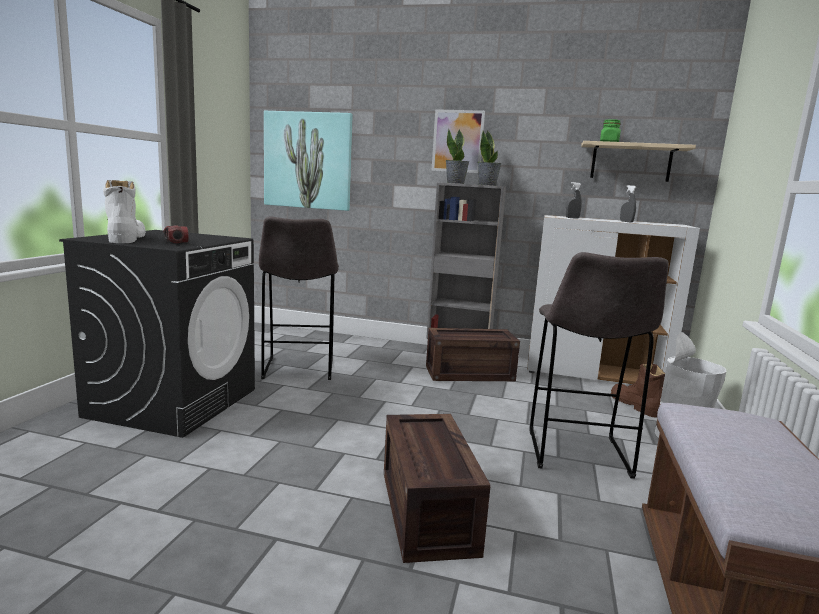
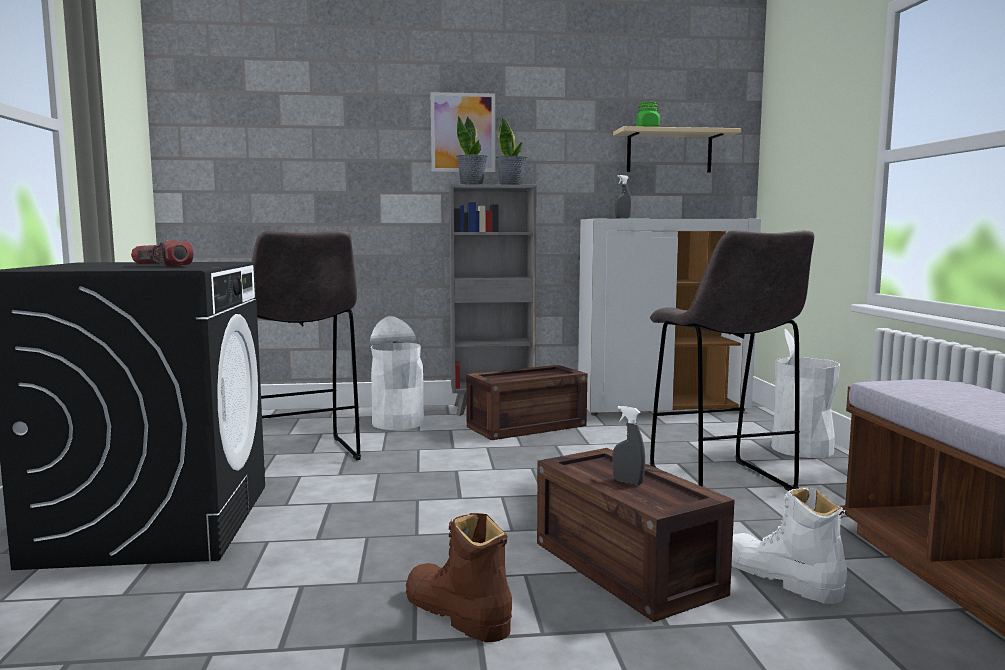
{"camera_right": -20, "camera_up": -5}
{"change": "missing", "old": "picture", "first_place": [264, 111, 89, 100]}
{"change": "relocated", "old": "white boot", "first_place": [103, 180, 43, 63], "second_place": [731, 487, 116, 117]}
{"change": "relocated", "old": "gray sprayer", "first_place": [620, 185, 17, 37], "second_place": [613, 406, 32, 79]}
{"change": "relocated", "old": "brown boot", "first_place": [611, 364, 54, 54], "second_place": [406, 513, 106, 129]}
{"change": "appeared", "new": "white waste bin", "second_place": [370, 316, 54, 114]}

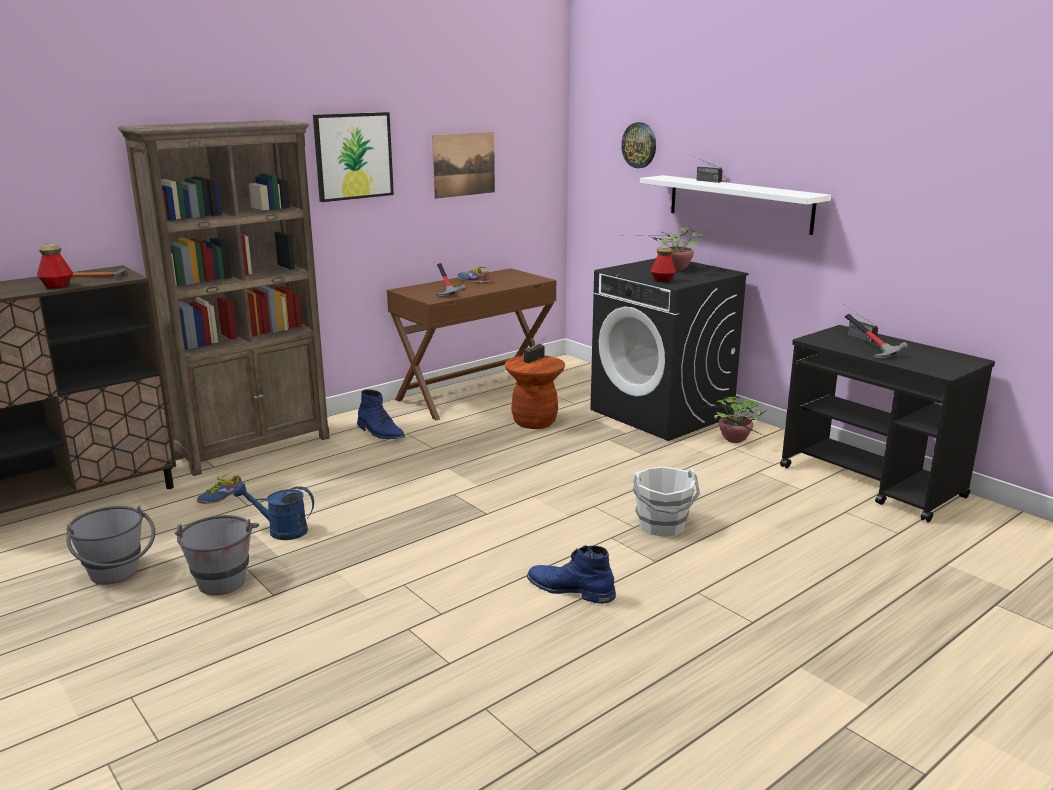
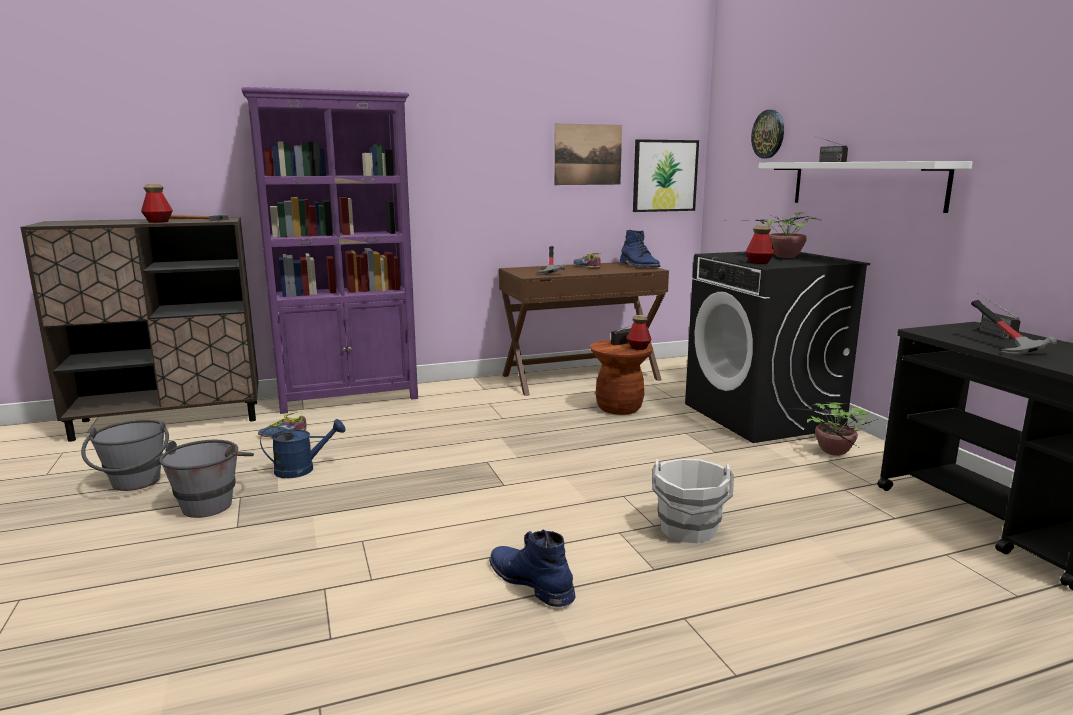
{"camera_right": 20, "camera_up": -5}
{"change": "relocated", "old": "picture", "first_place": [313, 112, 81, 90], "second_place": [633, 139, 66, 73]}
{"change": "colour", "old": "brown shelving unit", "new": "purple shelving unit", "first_place": [118, 120, 212, 356], "second_place": [241, 87, 177, 327]}
{"change": "relocated", "old": "blue boot", "first_place": [357, 389, 48, 50], "second_place": [620, 230, 40, 37]}
{"change": "spun", "old": "blue watering pot", "first_place": [234, 483, 80, 57], "second_place": [260, 419, 86, 59], "degrees": 135}
{"change": "appeared", "new": "bottle", "second_place": [627, 315, 25, 35]}

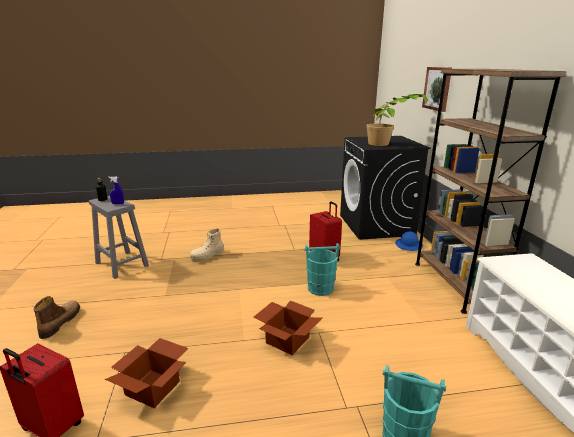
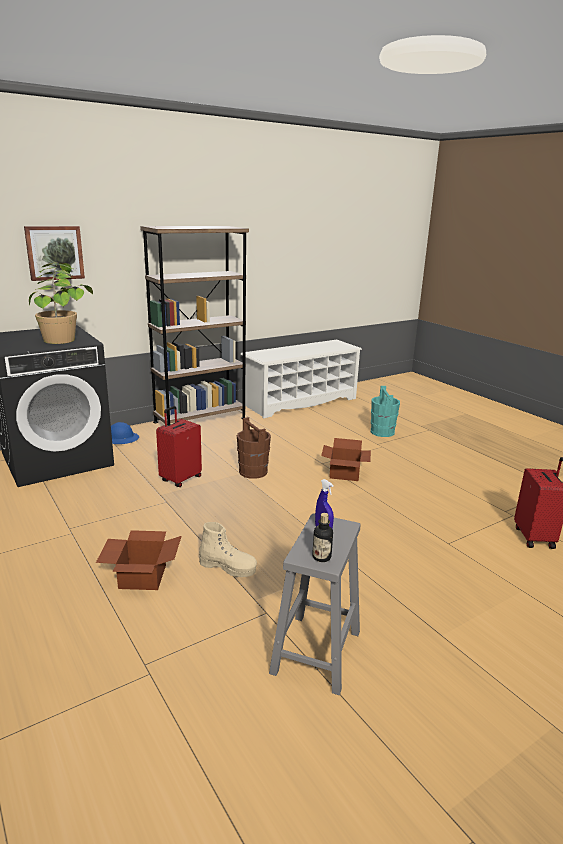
{"camera_right": -115, "camera_up": 0}
{"change": "colour", "old": "blue-green pail", "new": "brown pail", "first_place": [305, 243, 35, 53], "second_place": [237, 417, 34, 62]}
{"change": "missing", "old": "boot", "first_place": [34, 296, 46, 43]}
{"change": "relocated", "old": "cardboard box", "first_place": [105, 338, 83, 70], "second_place": [96, 530, 85, 60]}

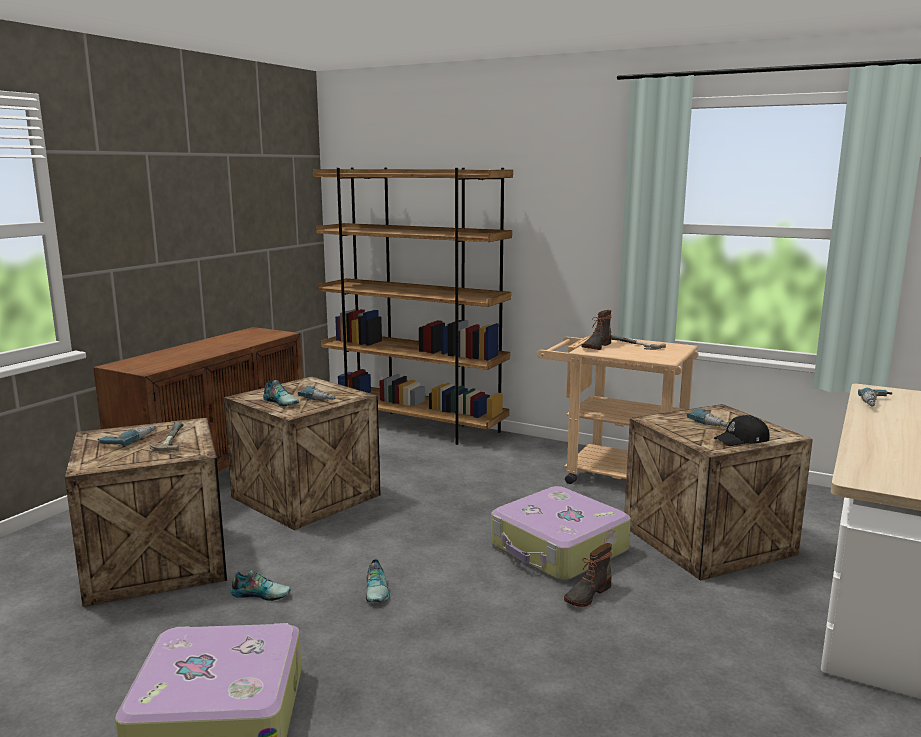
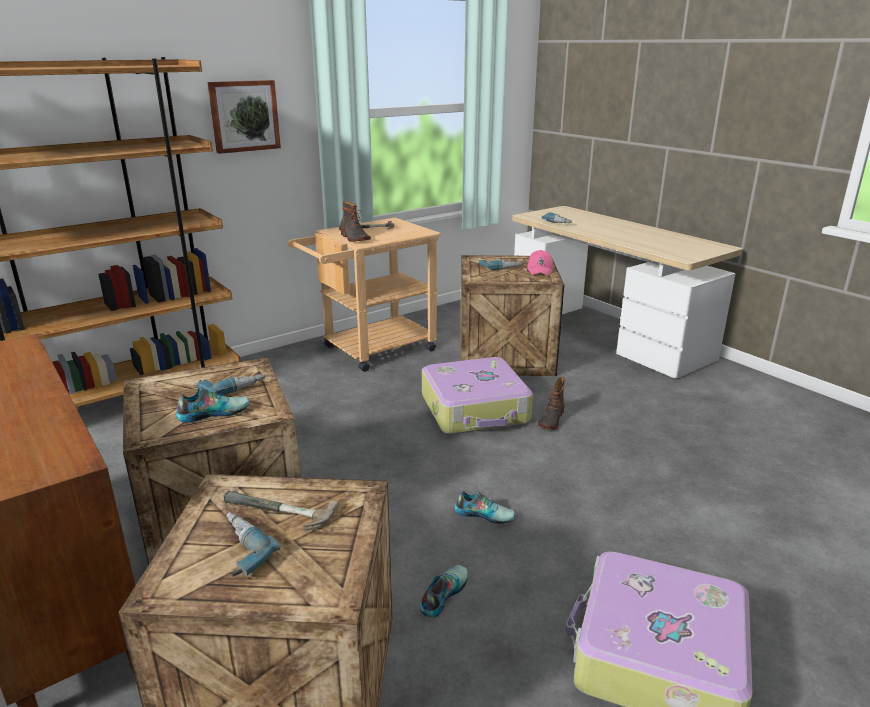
{"camera_right": -65, "camera_up": 10}
{"change": "colour", "old": "black-coloured peaked cap", "new": "pink-coloured peaked cap", "first_place": [714, 415, 56, 31], "second_place": [527, 250, 26, 25]}
{"change": "spun", "old": "boot", "first_place": [564, 543, 48, 64], "second_place": [538, 377, 27, 53], "degrees": 45}
{"change": "appeared", "new": "picture", "second_place": [208, 80, 73, 74]}

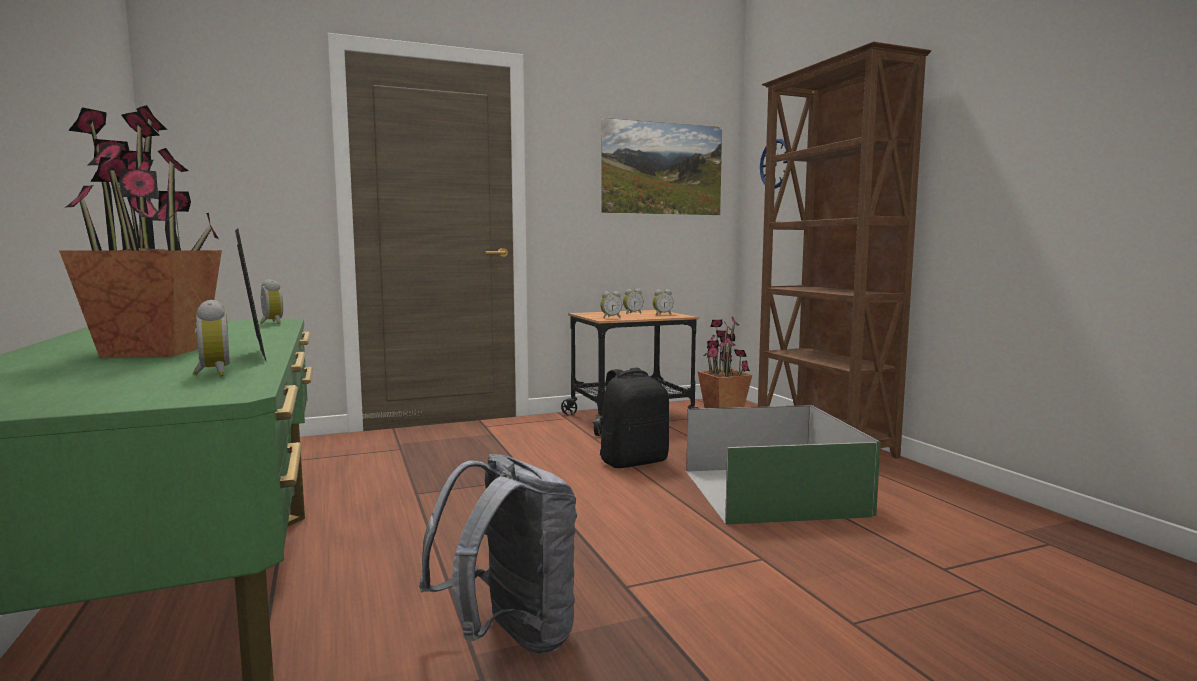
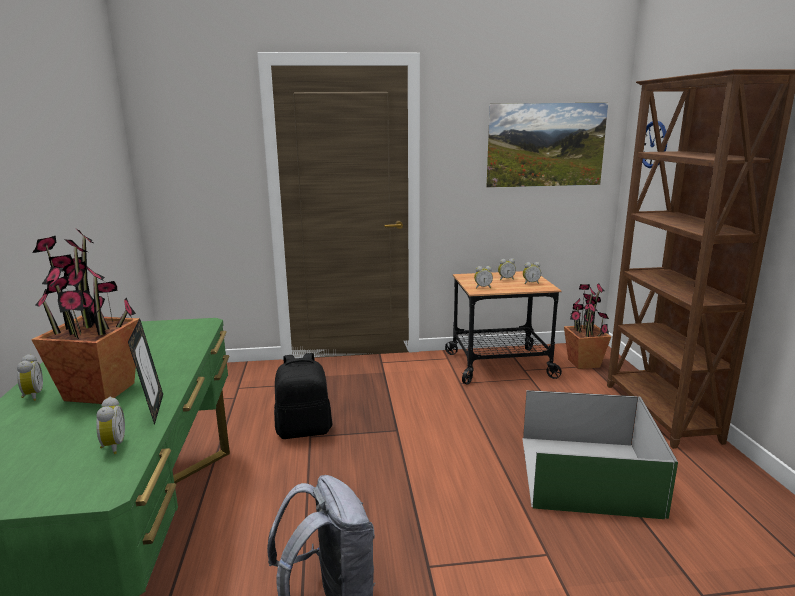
{"camera_right": 15, "camera_up": 10}
{"change": "relocated", "old": "table clock", "first_place": [260, 279, 23, 45], "second_place": [17, 354, 26, 47]}
{"change": "relocated", "old": "black-coloured backpack", "first_place": [600, 368, 69, 100], "second_place": [274, 353, 58, 86]}

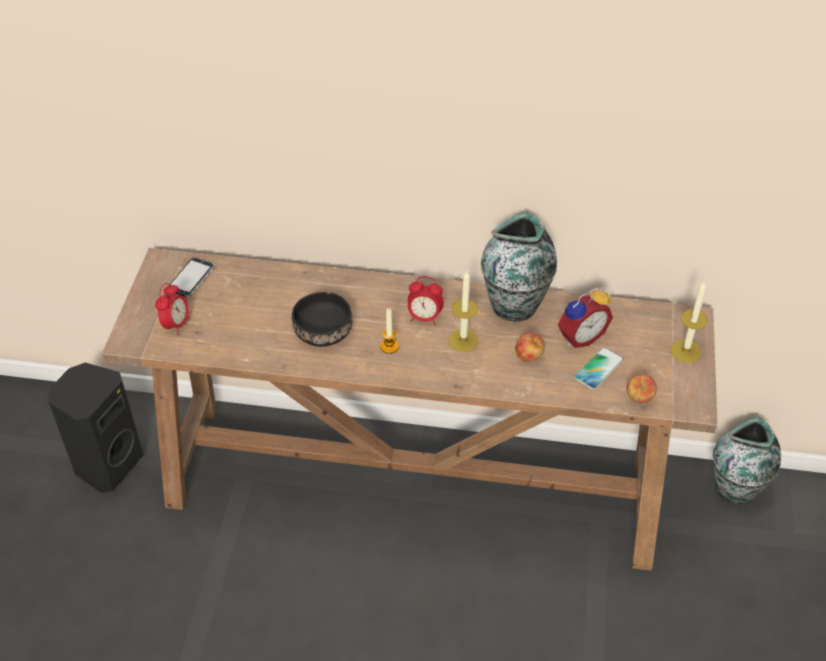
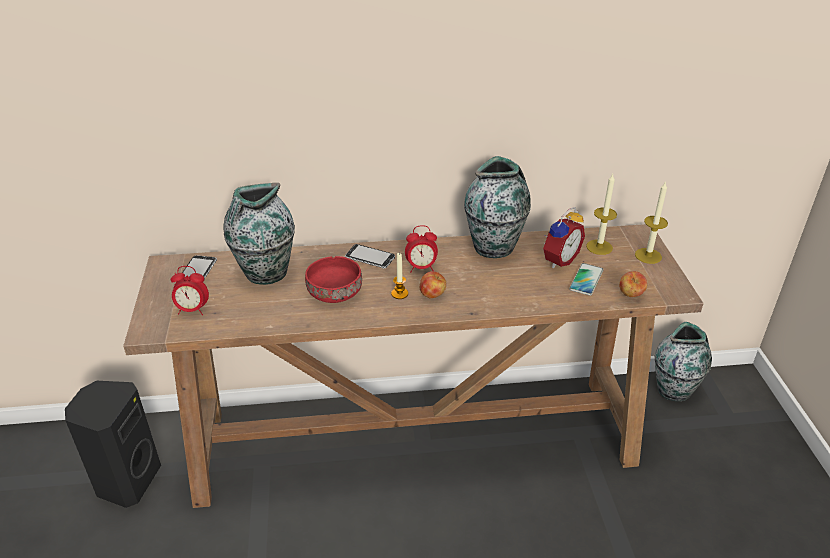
{"camera_right": -15, "camera_up": -10}
{"change": "relocated", "old": "candle", "first_place": [448, 271, 31, 81], "second_place": [586, 174, 31, 81]}
{"change": "spun", "old": "table clock", "first_place": [155, 283, 35, 52], "second_place": [171, 266, 38, 49], "degrees": 90}
{"change": "colour", "old": "black-coloured deep dish", "new": "reddish deep dish", "first_place": [292, 292, 60, 55], "second_place": [305, 256, 57, 47]}
{"change": "relocated", "old": "apple", "first_place": [515, 332, 30, 30], "second_place": [420, 271, 26, 28]}
{"change": "appeared", "new": "vase", "second_place": [223, 183, 72, 102]}
{"change": "appeared", "new": "telephone", "second_place": [345, 244, 50, 25]}

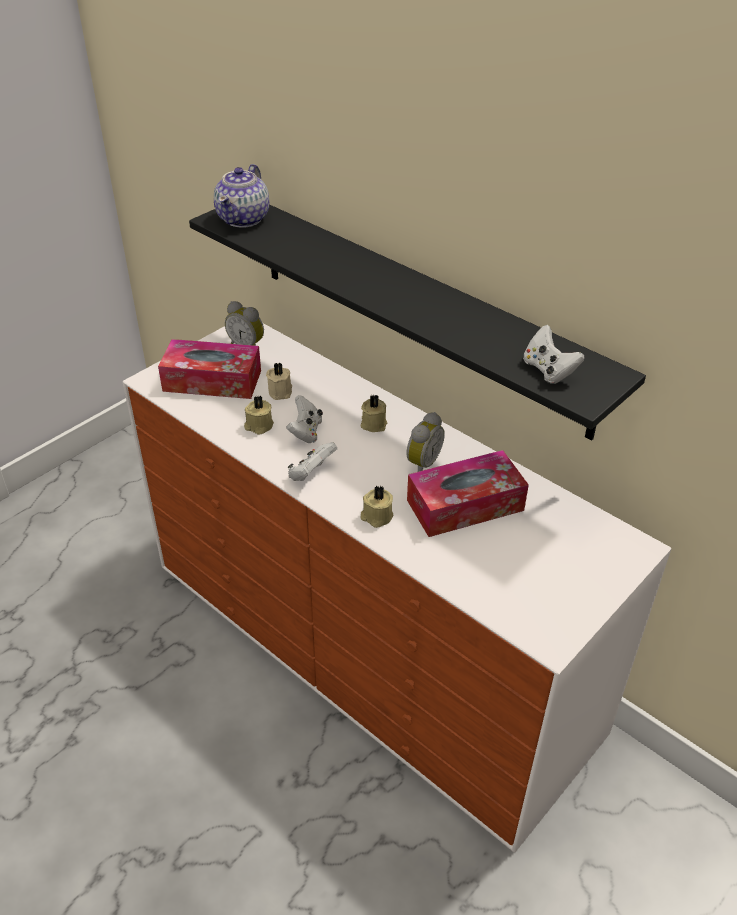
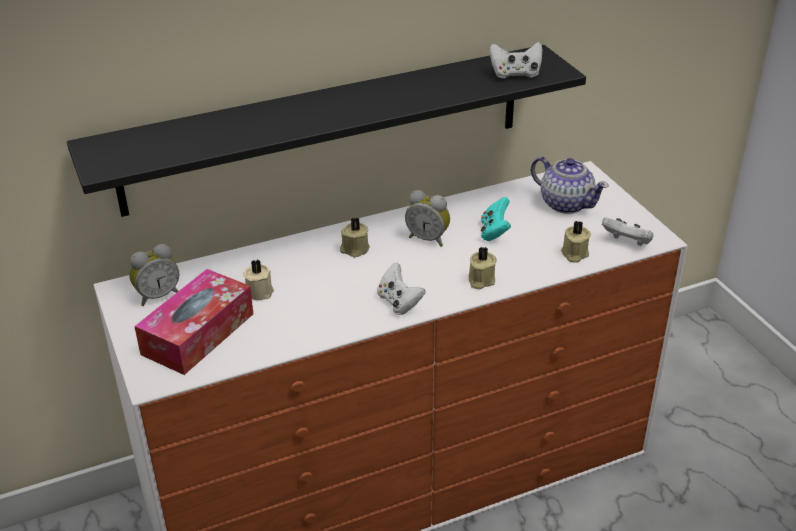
{"camera_right": -65, "camera_up": -5}
{"change": "relocated", "old": "teapot", "first_place": [214, 164, 55, 64], "second_place": [531, 157, 78, 57]}
{"change": "relocated", "old": "white game controller", "first_place": [286, 395, 37, 48], "second_place": [602, 218, 51, 28]}
{"change": "relocated", "old": "beige candle", "first_place": [244, 396, 30, 39], "second_place": [561, 221, 30, 42]}
{"change": "spun", "old": "table clock", "first_place": [406, 412, 39, 60], "second_place": [405, 190, 45, 57], "degrees": 150}
{"change": "exchanged", "old": "tissue box", "new": "blue-green game controller", "first_place": [407, 450, 122, 87], "second_place": [481, 197, 30, 44]}

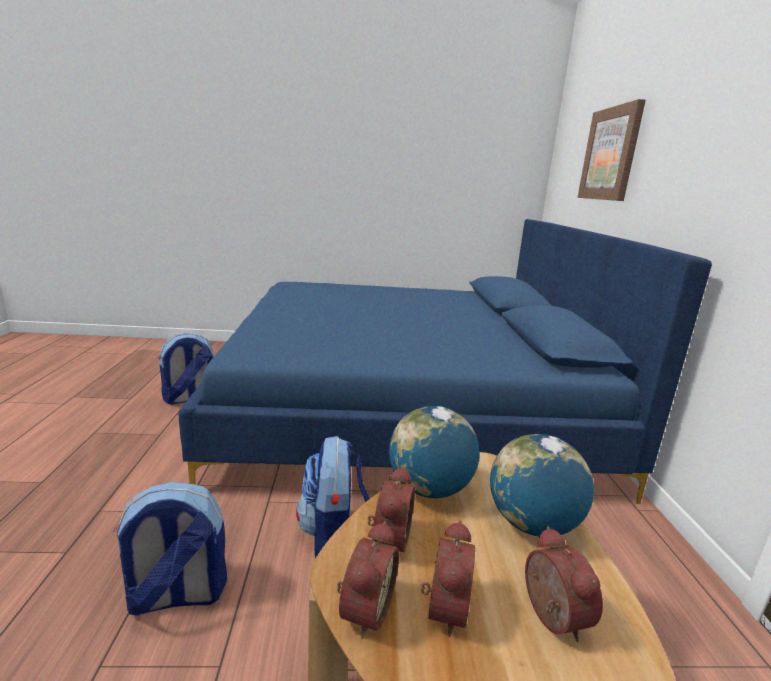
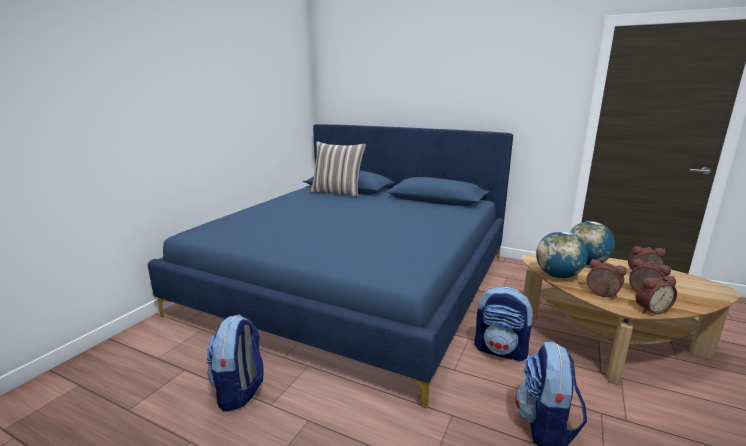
{"camera_right": -60, "camera_up": 0}
{"change": "missing", "old": "picture", "first_place": [577, 99, 69, 102]}
{"change": "spun", "old": "table clock", "first_place": [337, 521, 62, 118], "second_place": [636, 276, 41, 38], "degrees": 120}
{"change": "appeared", "new": "cushion", "second_place": [310, 141, 56, 56]}

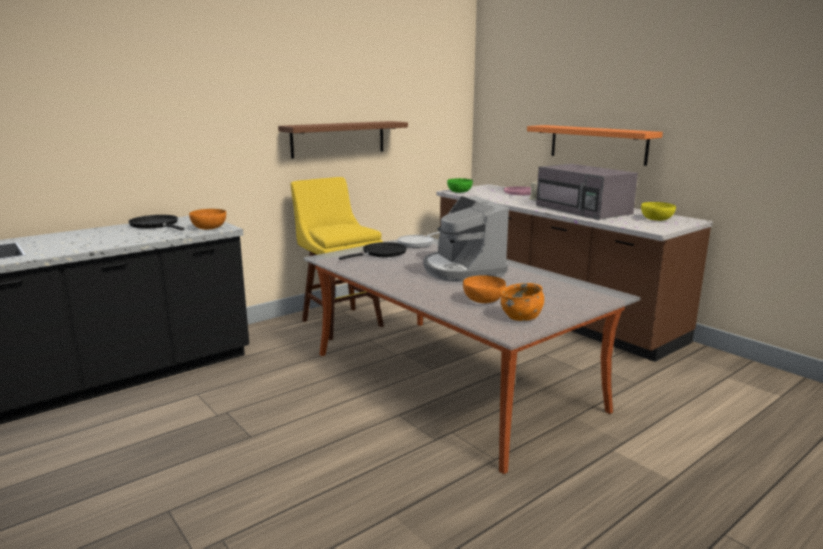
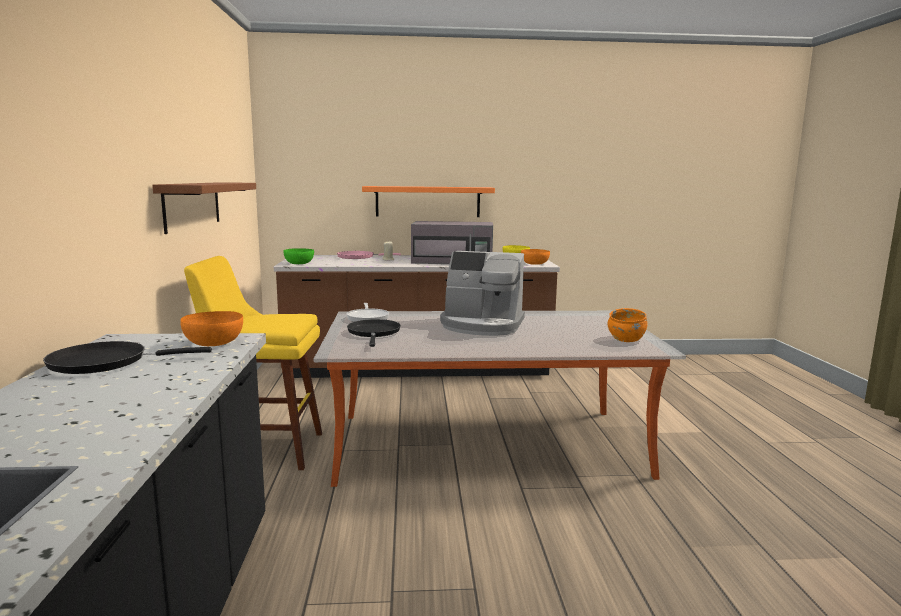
{"camera_right": -55, "camera_up": -5}
{"change": "relocated", "old": "orange-coloured deep dish", "first_place": [463, 275, 43, 28], "second_place": [521, 249, 29, 16]}

